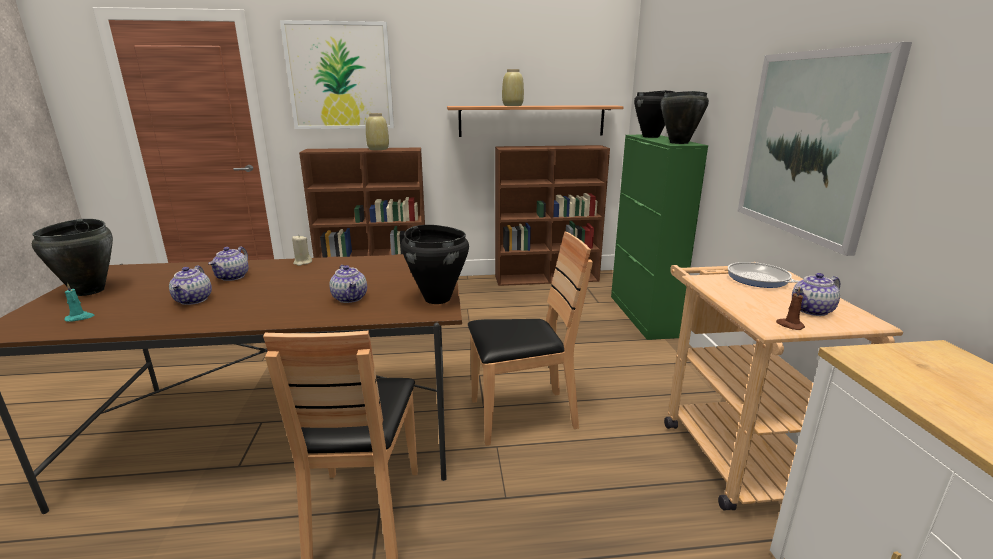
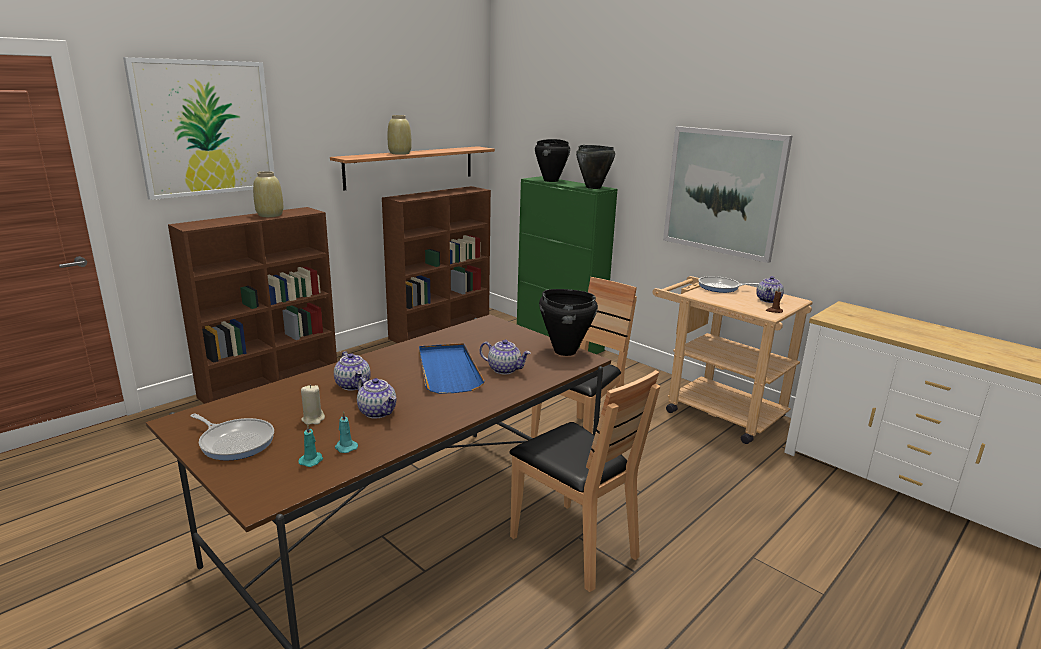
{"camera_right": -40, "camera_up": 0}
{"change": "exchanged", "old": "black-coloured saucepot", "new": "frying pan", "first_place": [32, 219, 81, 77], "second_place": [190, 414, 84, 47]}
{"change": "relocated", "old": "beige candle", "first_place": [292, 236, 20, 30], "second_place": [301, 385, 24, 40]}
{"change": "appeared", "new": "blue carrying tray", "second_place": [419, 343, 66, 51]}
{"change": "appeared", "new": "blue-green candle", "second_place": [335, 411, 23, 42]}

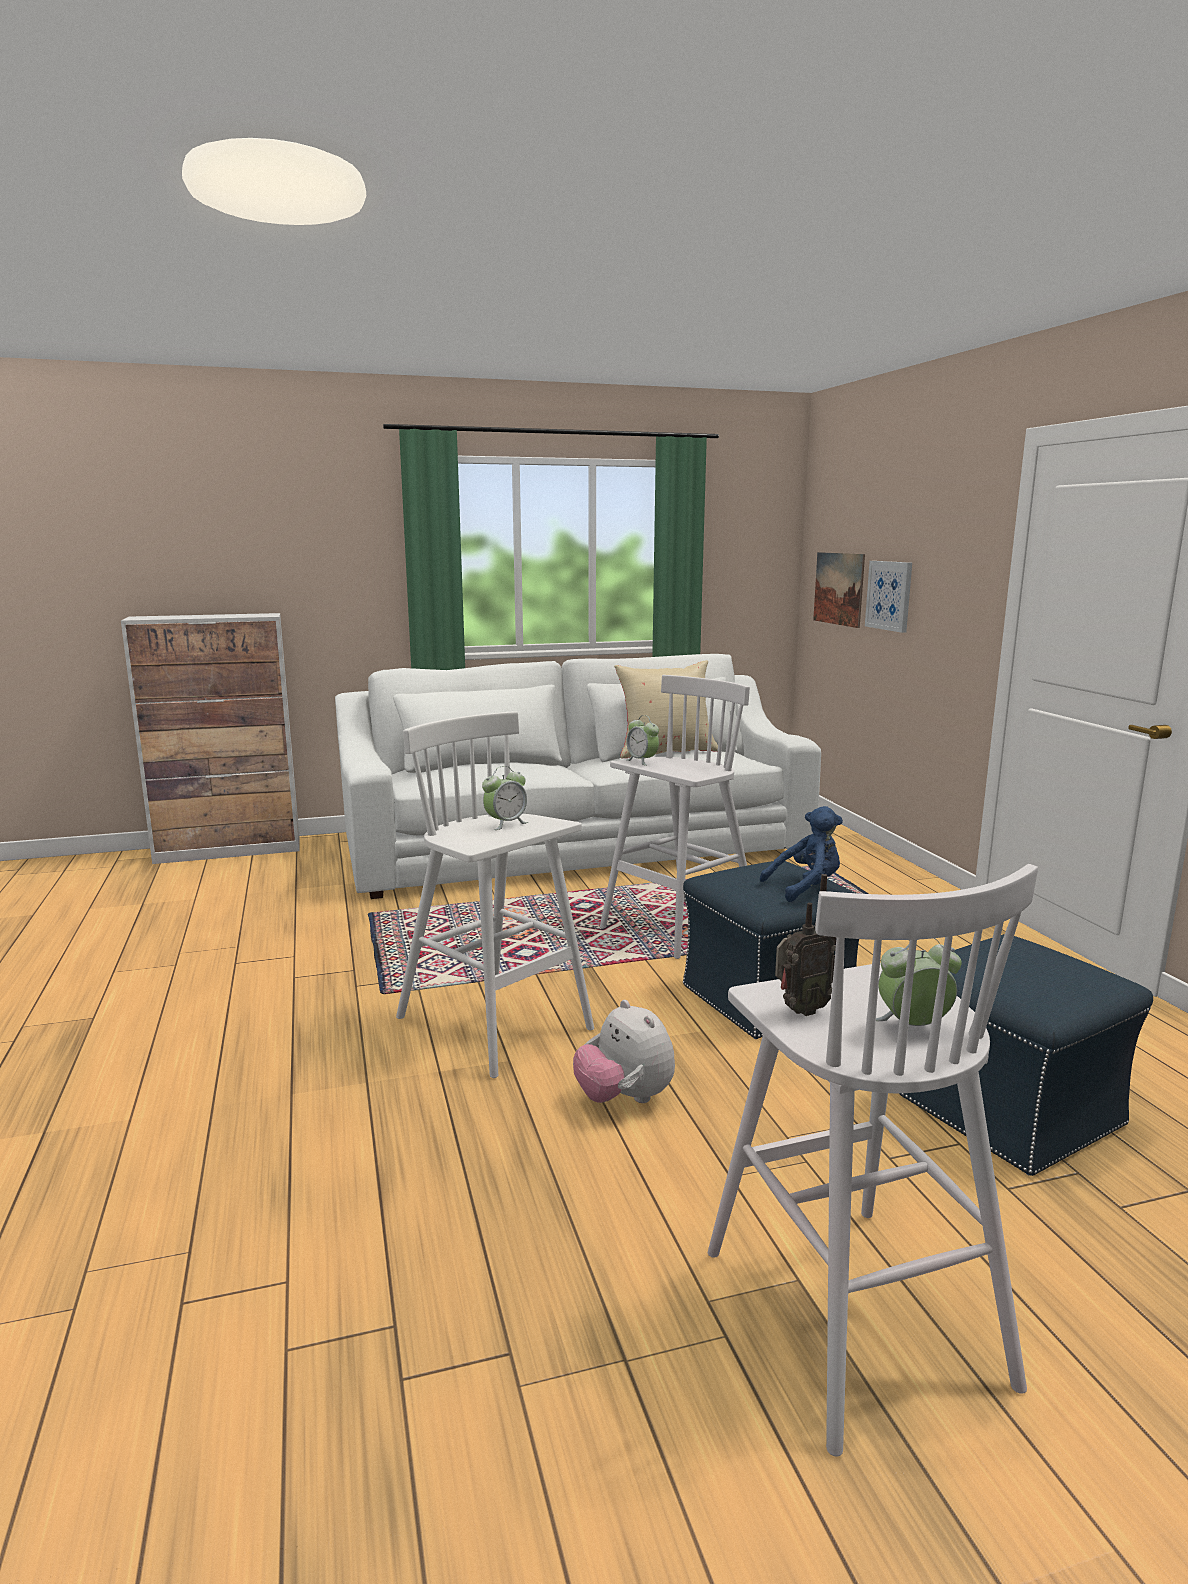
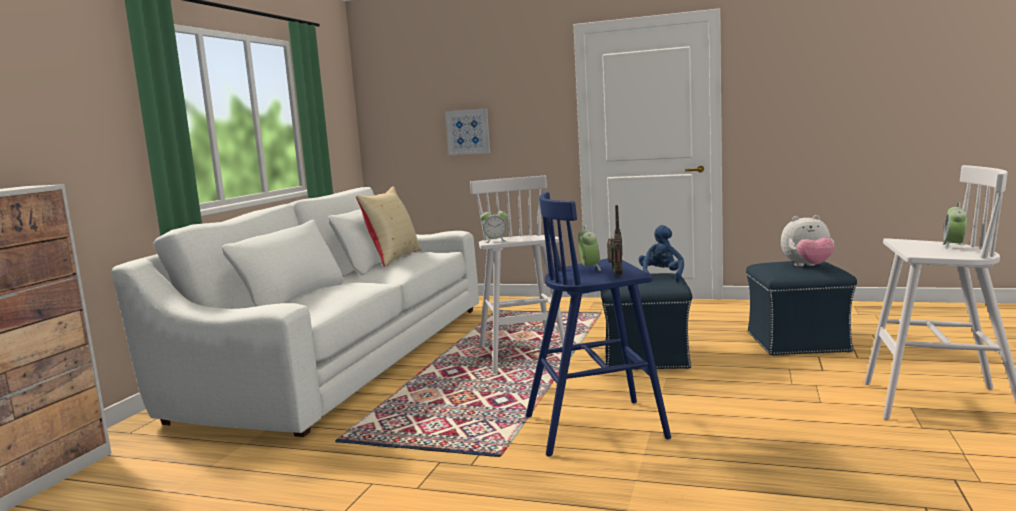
{"camera_right": -55, "camera_up": -5}
{"change": "missing", "old": "picture", "first_place": [813, 552, 52, 76]}
{"change": "colour", "old": "white stool", "new": "blue stool", "first_place": [396, 711, 198, 367], "second_place": [526, 192, 145, 264]}
{"change": "relocated", "old": "radio set", "first_place": [775, 874, 61, 142], "second_place": [607, 205, 16, 71]}
{"change": "relocated", "old": "plush toy", "first_place": [573, 1000, 102, 103], "second_place": [781, 215, 54, 52]}

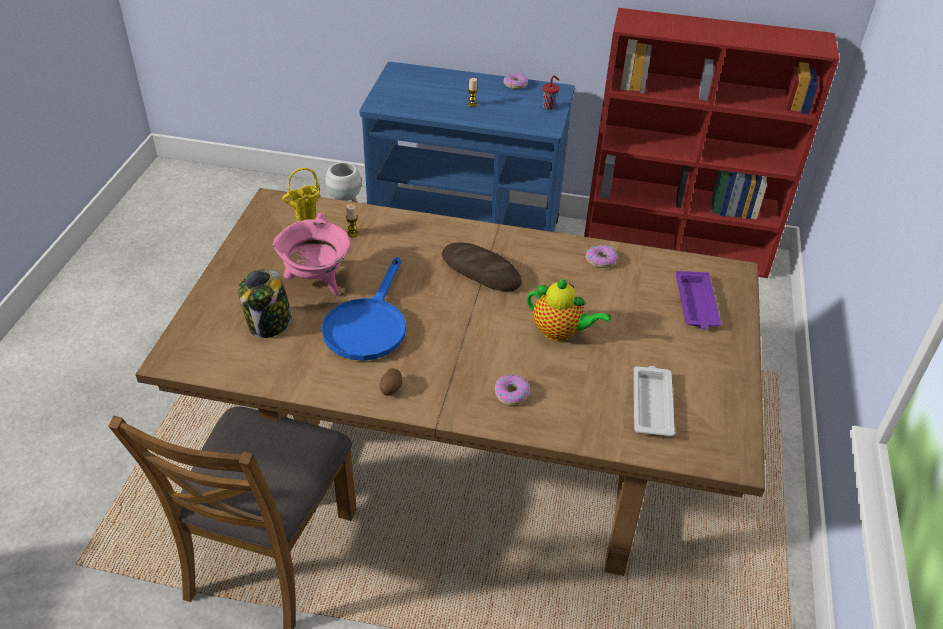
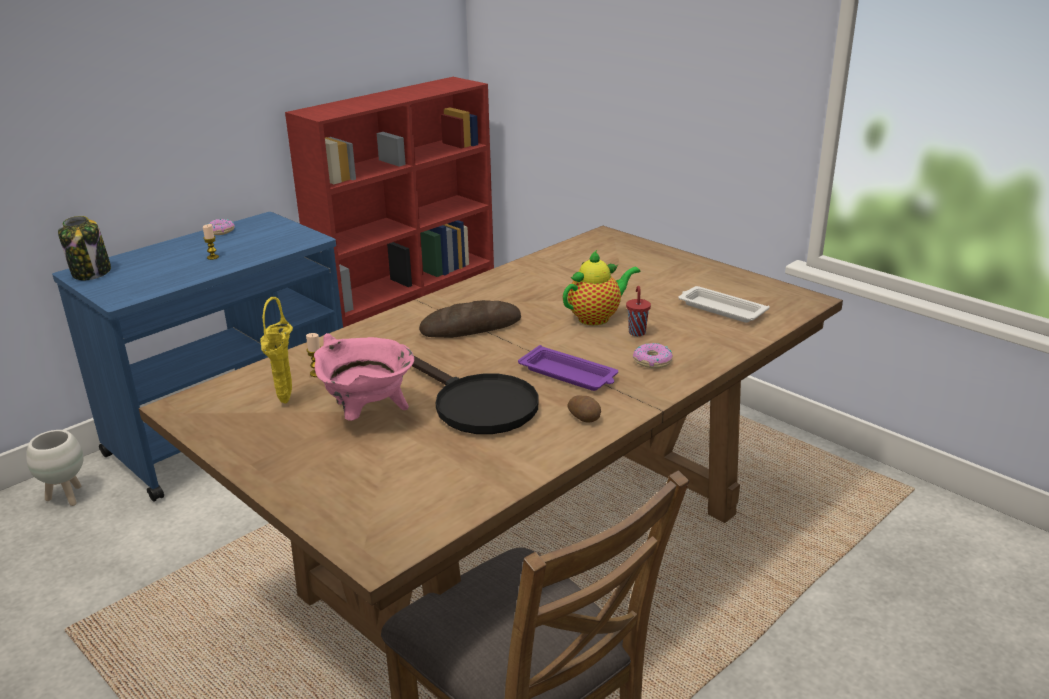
{"camera_right": -55, "camera_up": -15}
{"change": "relocated", "old": "reddish drinking cup", "first_place": [542, 76, 18, 34], "second_place": [626, 286, 25, 50]}
{"change": "missing", "old": "donut", "first_place": [586, 245, 31, 23]}
{"change": "colour", "old": "blue frying pan", "new": "black-coloured frying pan", "first_place": [322, 257, 84, 104], "second_place": [412, 356, 126, 78]}
{"change": "relocated", "old": "jar", "first_place": [238, 269, 54, 69], "second_place": [58, 216, 53, 64]}
{"change": "relocated", "old": "purple carrying tray", "first_place": [676, 271, 45, 58], "second_place": [518, 345, 100, 46]}

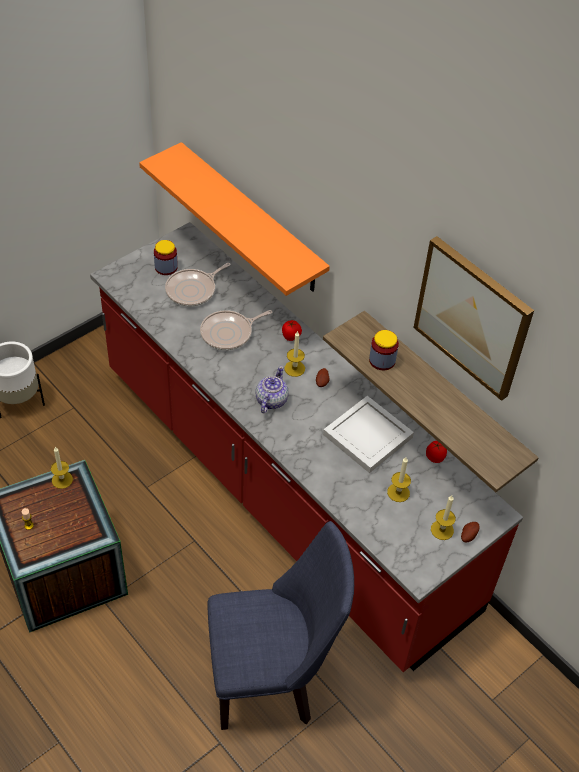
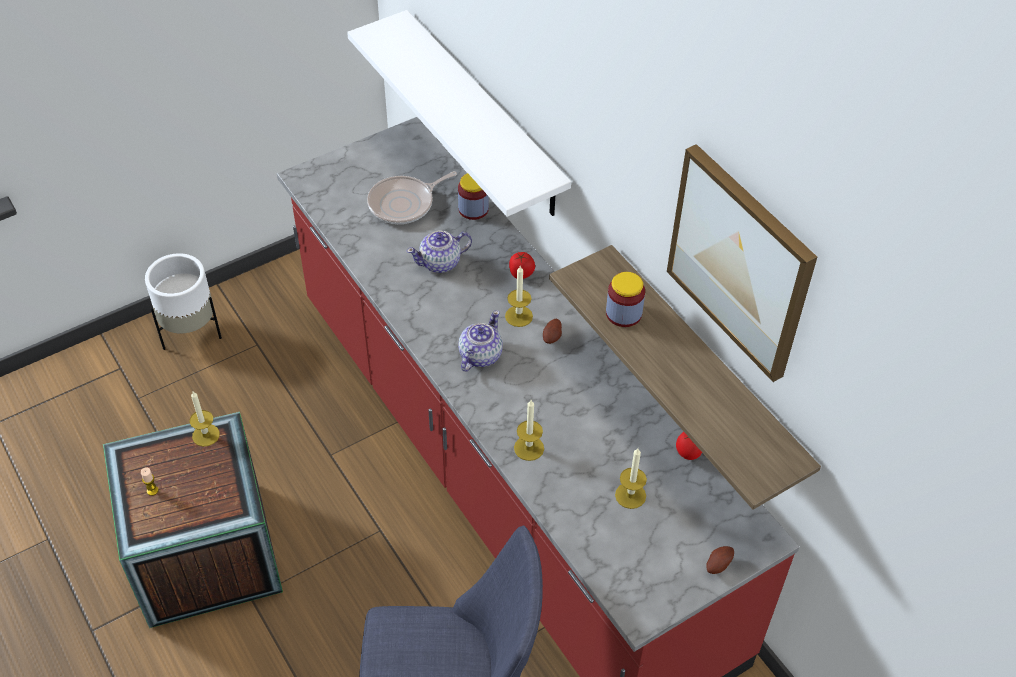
{"camera_right": 10, "camera_up": 0}
{"change": "colour", "old": "orange-coloured bracket shelf", "new": "white bracket shelf", "first_place": [139, 142, 191, 154], "second_place": [347, 10, 224, 207]}
{"change": "relocated", "old": "jar", "first_place": [154, 240, 24, 35], "second_place": [458, 173, 31, 47]}
{"change": "exchanged", "old": "frying pan", "new": "teapot", "first_place": [200, 310, 72, 40], "second_place": [406, 230, 66, 43]}
{"change": "missing", "old": "white carrying tray", "first_place": [323, 396, 91, 77]}
{"change": "relocated", "old": "candle", "first_place": [431, 496, 25, 44], "second_place": [514, 400, 30, 61]}

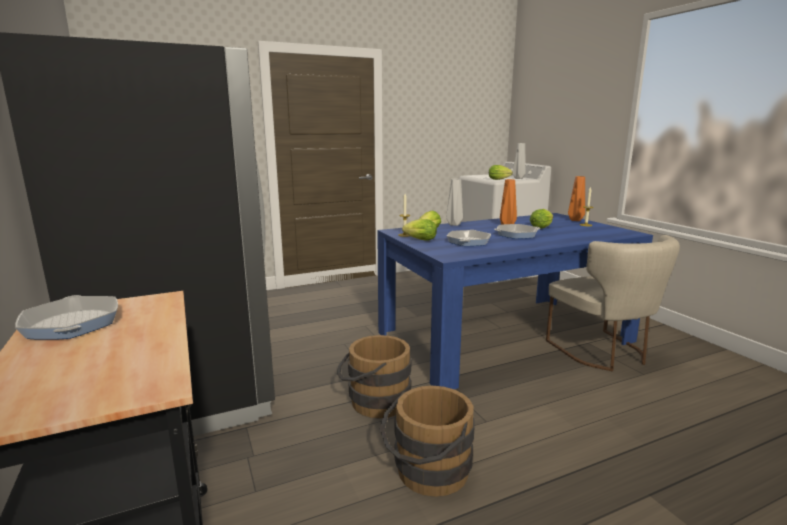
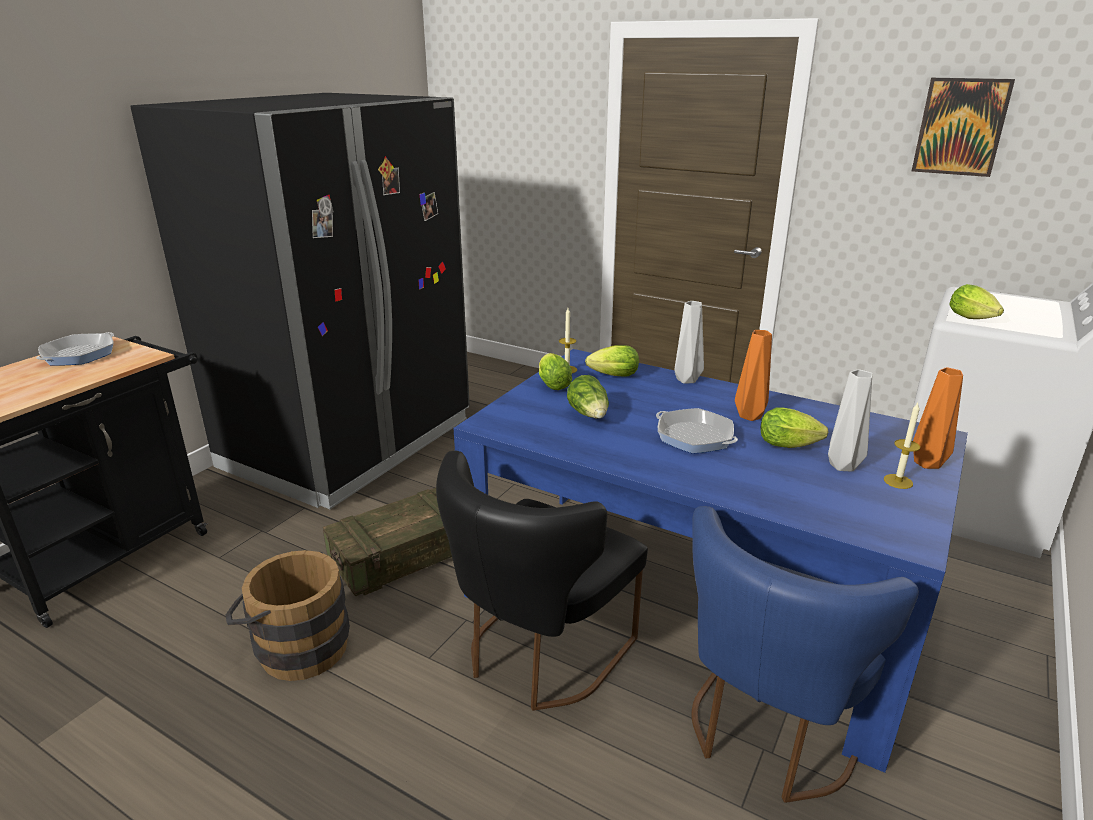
{"camera_right": 55, "camera_up": 10}
{"change": "relocated", "old": "gray vase", "first_place": [513, 143, 13, 36], "second_place": [828, 369, 44, 102]}
{"change": "exchanged", "old": "frying pan", "new": "head of lettuce", "first_place": [447, 230, 44, 16], "second_place": [567, 375, 42, 44]}
{"change": "colour", "old": "beige upright chair", "new": "blue upright chair", "first_place": [546, 235, 134, 136], "second_place": [692, 506, 227, 297]}
{"change": "exchanged", "old": "brown pail", "new": "shipping crate", "first_place": [337, 335, 74, 84], "second_place": [323, 488, 129, 108]}
{"change": "appeared", "new": "picture", "second_place": [912, 78, 103, 99]}
{"change": "appeared", "new": "black-coloured upright chair", "second_place": [436, 451, 212, 260]}

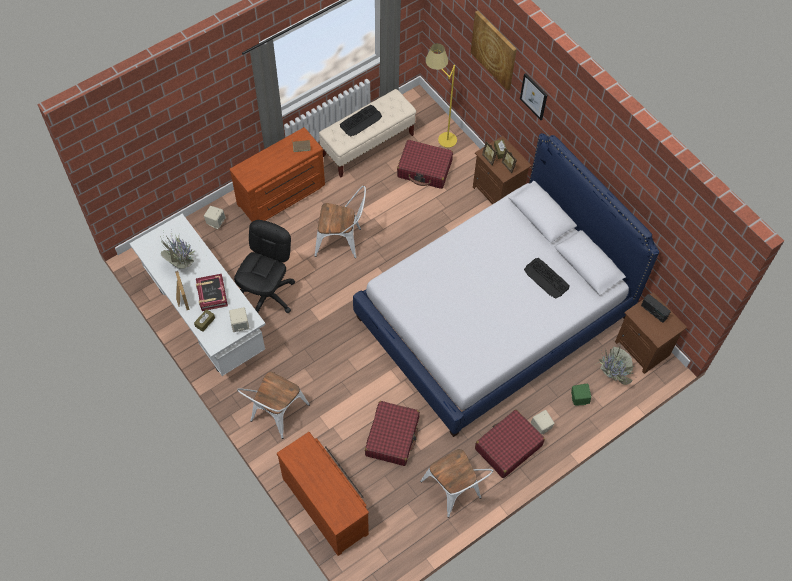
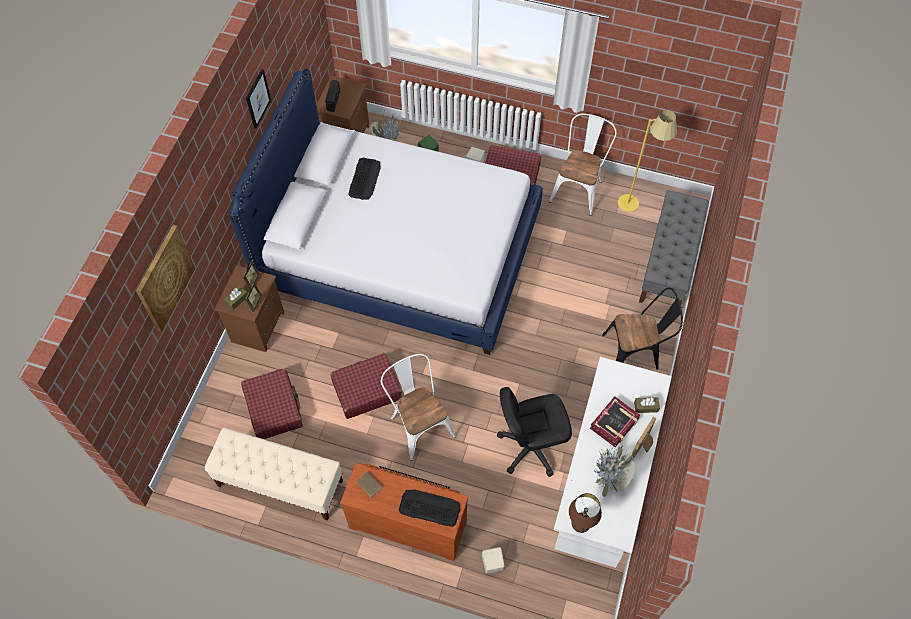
{"camera_right": -125, "camera_up": 0}
{"change": "relocated", "old": "yellowish standing lamp", "first_place": [425, 43, 32, 105], "second_place": [618, 110, 59, 102]}
{"change": "relocated", "old": "picture", "first_place": [520, 73, 27, 47], "second_place": [246, 69, 25, 59]}
{"change": "relocated", "old": "computer keyboard", "first_place": [340, 105, 42, 31], "second_place": [399, 490, 61, 37]}
{"change": "missing", "old": "beige loudspeaker", "first_place": [229, 307, 20, 25]}
{"change": "colour", "old": "white upright chair", "new": "black-coloured upright chair", "first_place": [237, 372, 73, 67], "second_place": [602, 288, 81, 81]}
{"change": "relocated", "old": "reddish suitcase", "first_place": [365, 401, 55, 65], "second_place": [330, 353, 72, 66]}
{"change": "exchanged", "old": "brown drawer chest", "new": "gray bench", "first_place": [277, 432, 92, 124], "second_place": [639, 190, 70, 114]}
{"change": "appeared", "new": "brown table lamp", "second_place": [569, 493, 33, 40]}

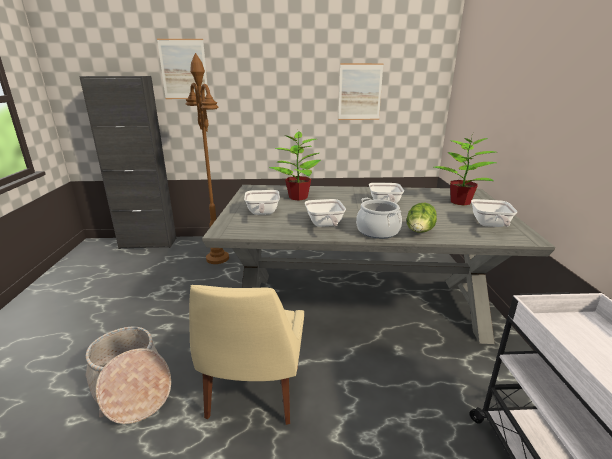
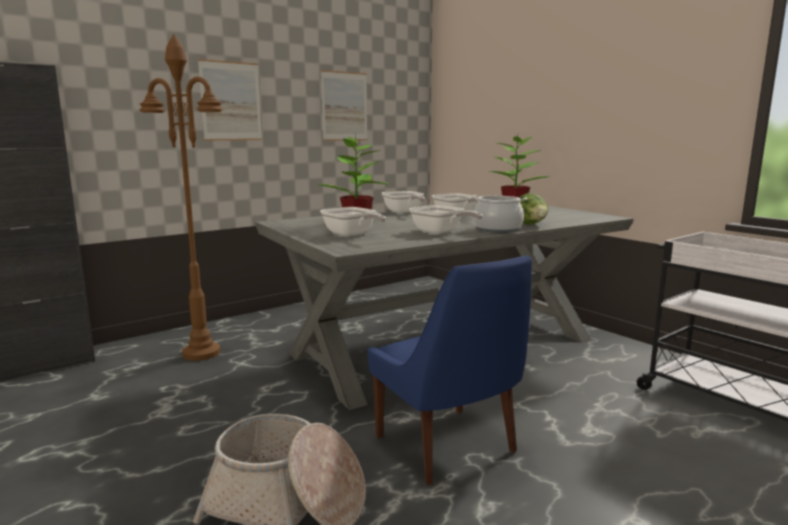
{"camera_right": -35, "camera_up": -10}
{"change": "relocated", "old": "picture", "first_place": [157, 39, 51, 60], "second_place": [198, 59, 64, 82]}
{"change": "relocated", "old": "frying pan", "first_place": [471, 199, 46, 28], "second_place": [382, 191, 43, 22]}
{"change": "colour", "old": "beige upright chair", "new": "blue upright chair", "first_place": [189, 285, 115, 140], "second_place": [367, 255, 165, 230]}

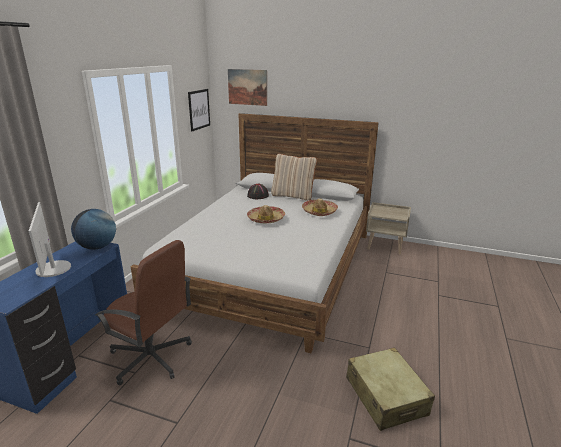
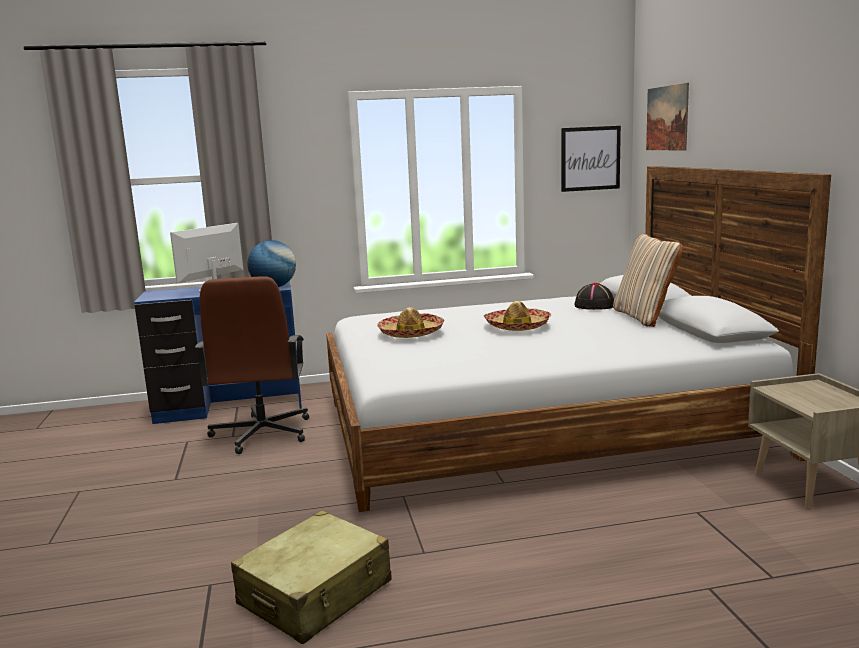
{"camera_right": 60, "camera_up": -10}
{"change": "relocated", "old": "hat", "first_place": [302, 199, 36, 17], "second_place": [377, 307, 68, 31]}

